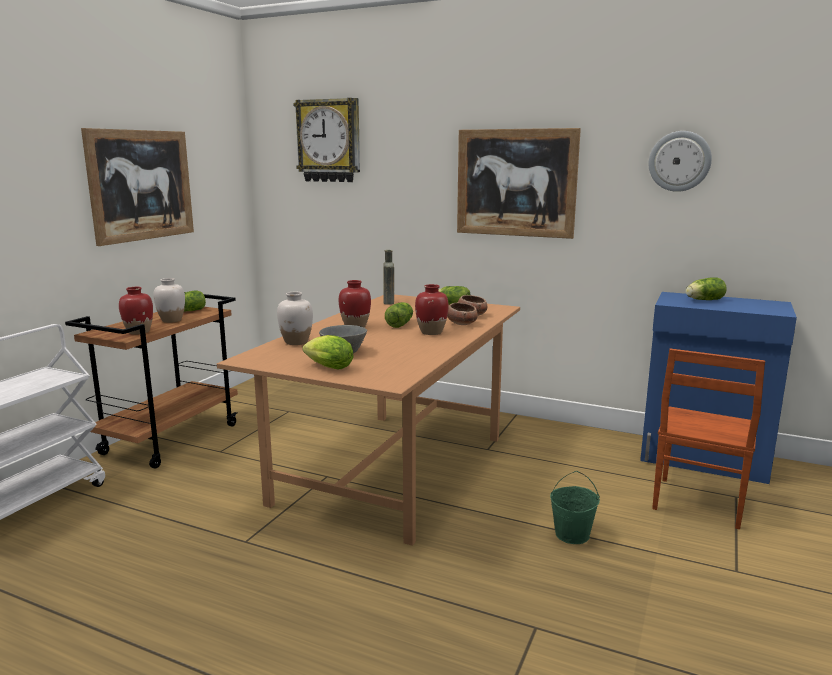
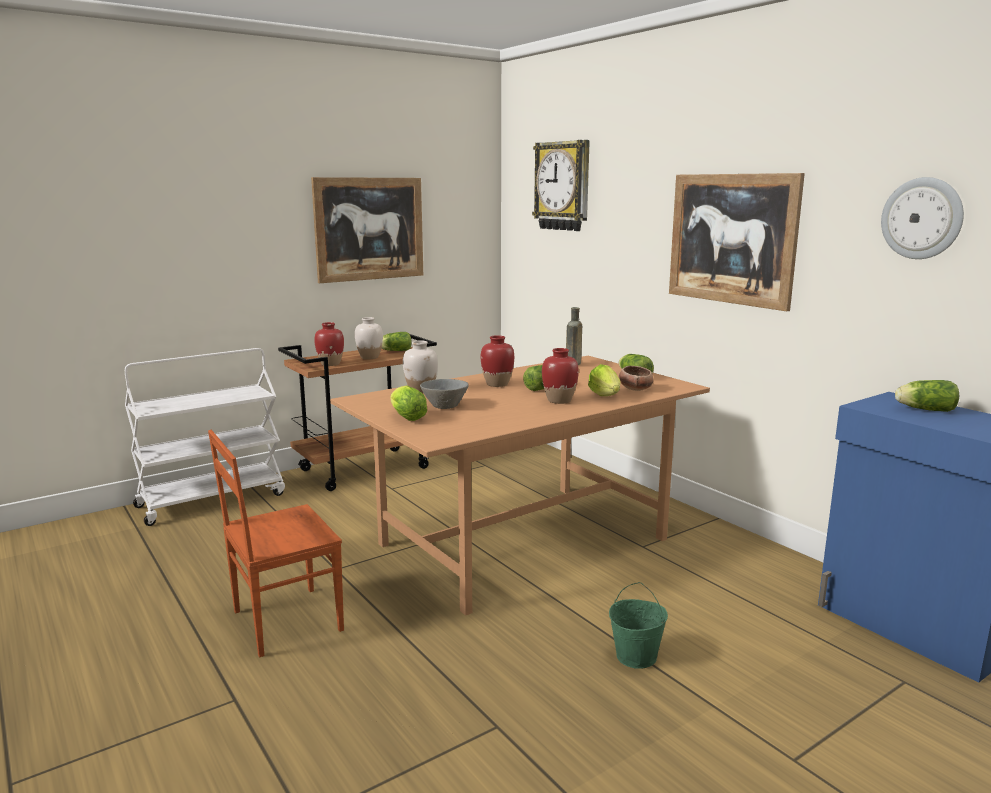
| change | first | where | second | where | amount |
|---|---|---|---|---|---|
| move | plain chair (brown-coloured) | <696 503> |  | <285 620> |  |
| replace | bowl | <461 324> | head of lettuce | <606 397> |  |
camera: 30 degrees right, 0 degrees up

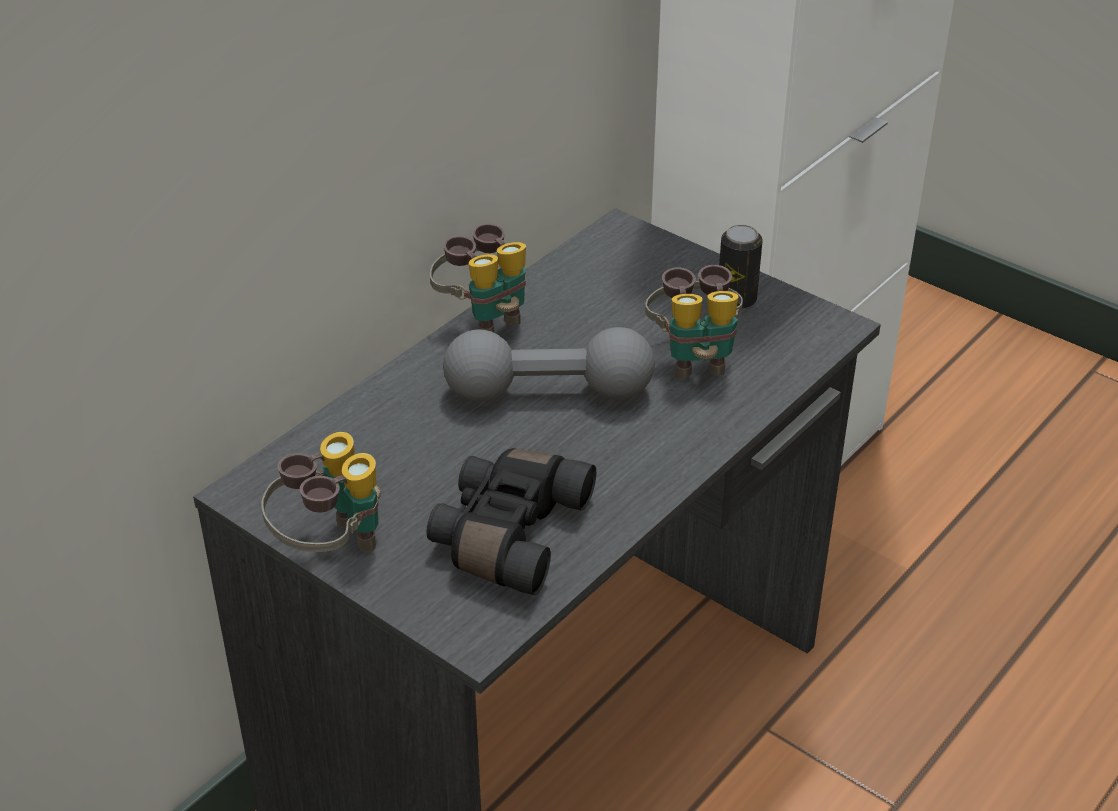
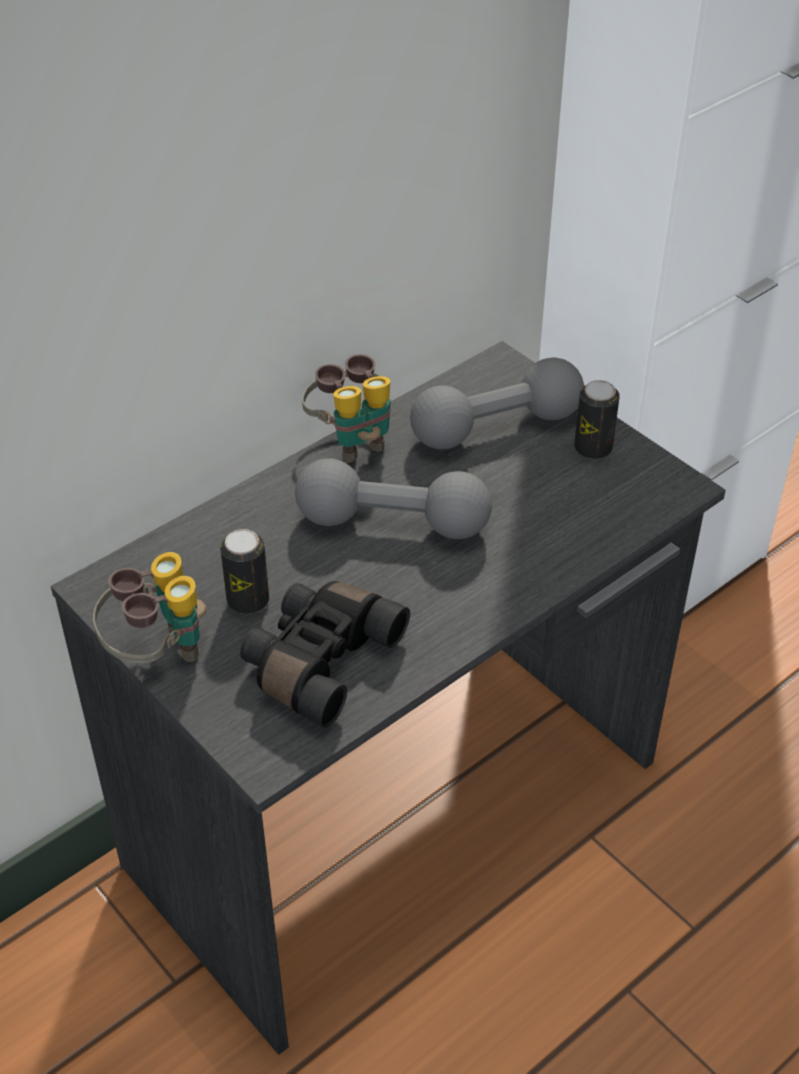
| change | first | where | second | where | amount |
|---|---|---|---|---|---|
| insert |  |  | can | <248 600> |  |
| insert |  |  | dumbbell (grey) | <496 427> |  |
| delete | pair of binoculars | <694 358> |  |  |  |
camera: 10 degrees right, 5 degrees up

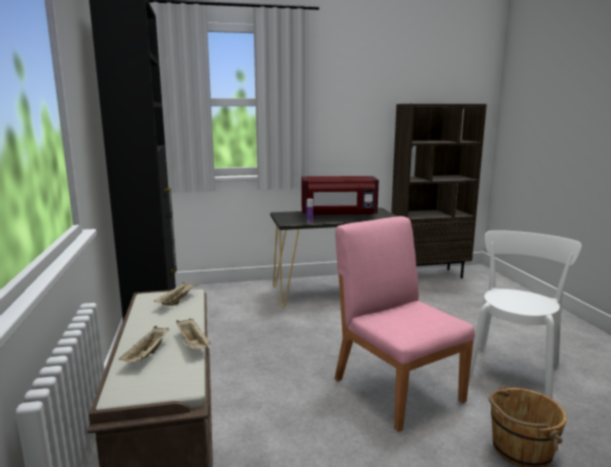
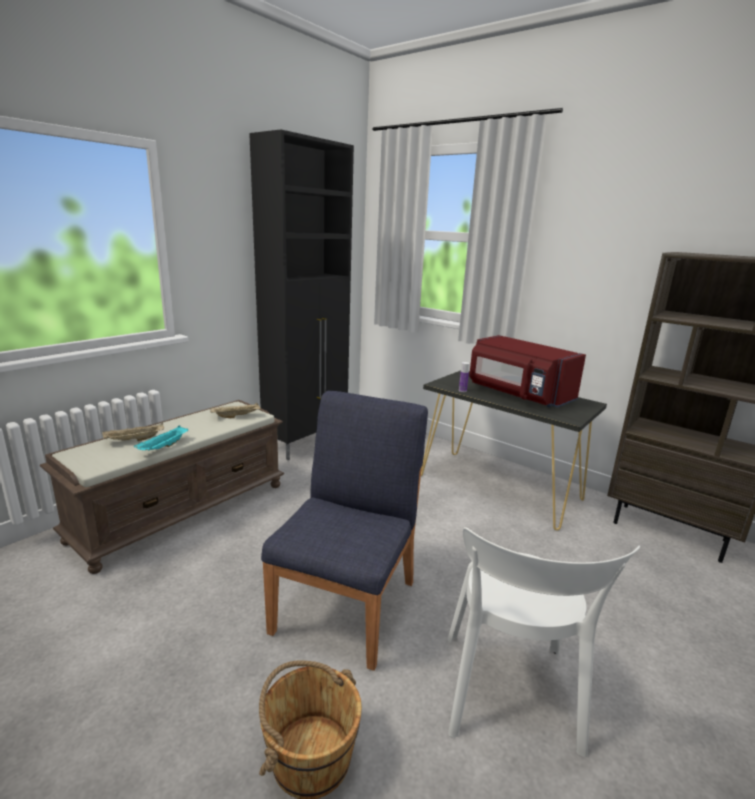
| change | first | where | second | where | amount |
|---|---|---|---|---|---|
| recolor | serving tray (beige) | <193 344> | serving tray (blue-green) | <163 447> |  |
| recolor | plain chair (pinkish) | <397 388> | plain chair (blue-coloured) | <347 604> |  |
| rotate | plain chair (white-coloured) | <513 369> |  | <509 697> | 105 degrees clockwise |
camera: 50 degrees right, 5 degrees up

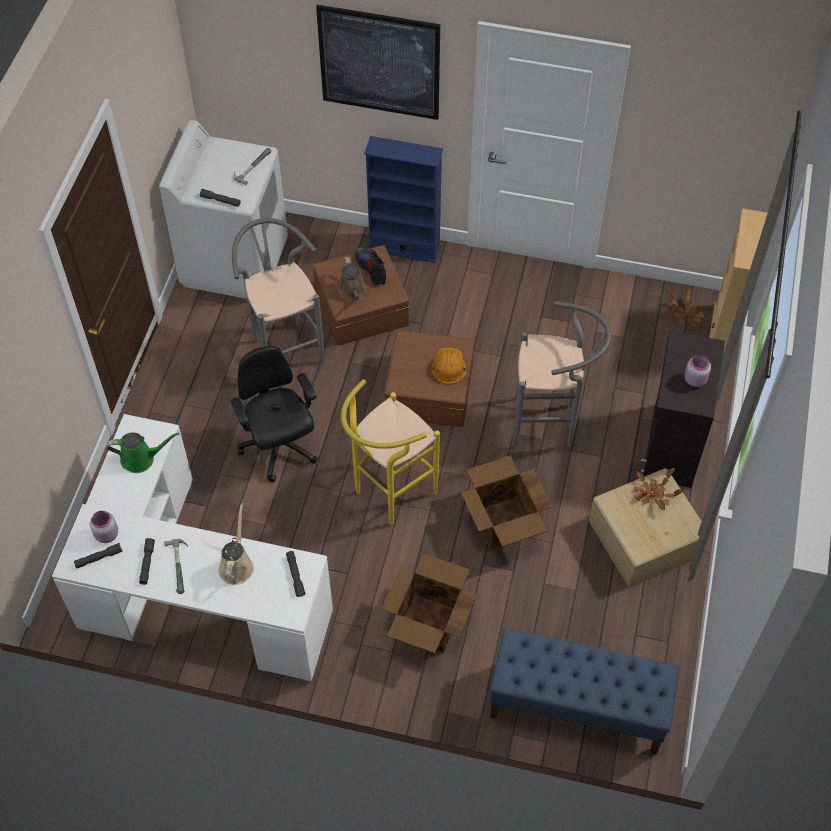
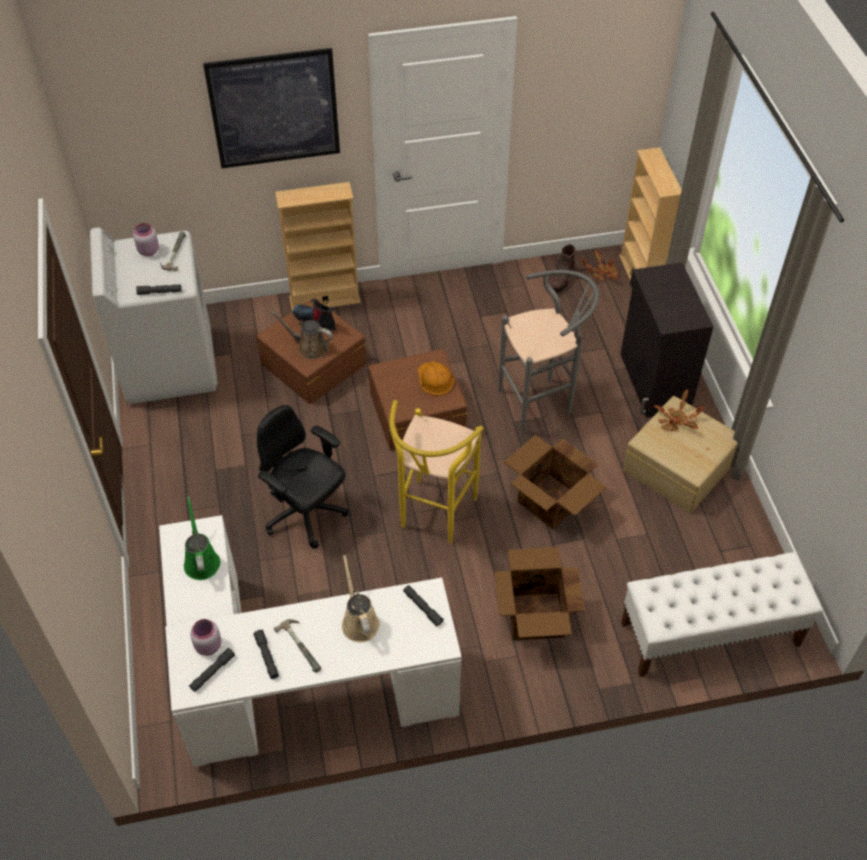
| change | first | where | second | where | amount |
|---|---|---|---|---|---|
| move | jar (pinkish) | <694 379> |  | <148 251> |  |
| rotate | sprinkling can (green-coloured) | <141 458> |  | <201 560> | 75 degrees counterclockwise |
| rotate | sprinkling can (brown-coloured) | <353 293> |  | <309 347> | 150 degrees clockwise |
| recolor | shelving unit (blue-coloured) | <404 247> | shelving unit (beige) | <324 300> |  |
| insert |  |  | boot (brown-coloured) | <560 280> |  |
| recolor | bench (blue-coloured) | <577 707> | bench (white-coloured) | <709 634> |  |
| delete | stool seat (grey) | <284 347> |  |  |  |
camera: 25 degrees left, 5 degrees down

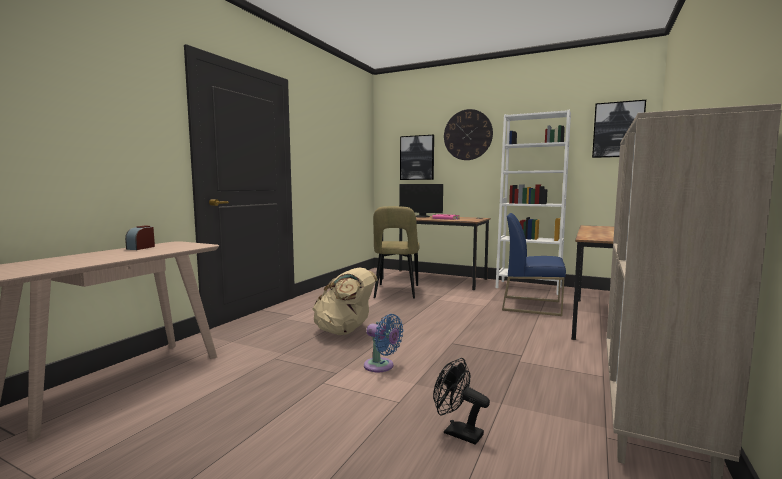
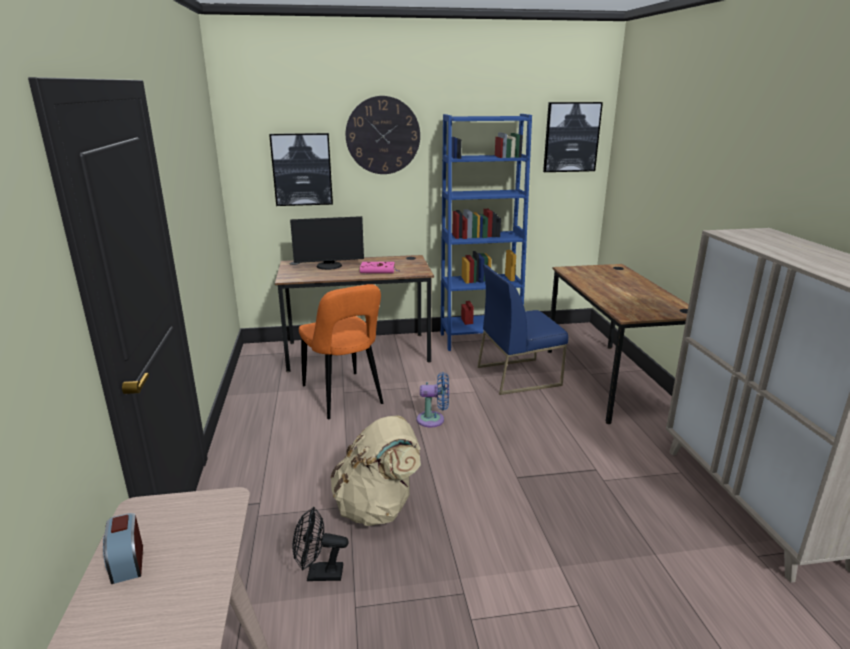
| change | first | where | second | where | amount |
|---|---|---|---|---|---|
| move | fan (black) | <457 432> |  | <319 574> |  |
| recolor | plain chair (beige) | <396 292> | plain chair (orangey) | <344 397> |  |
| move | fan (blue-coloured) | <381 366> |  | <433 420> |  |
| recolor | shelving unit (white-coloured) | <528 287> | shelving unit (blue-coloured) | <480 339> |  |
camera: 35 degrees left, 15 degrees up

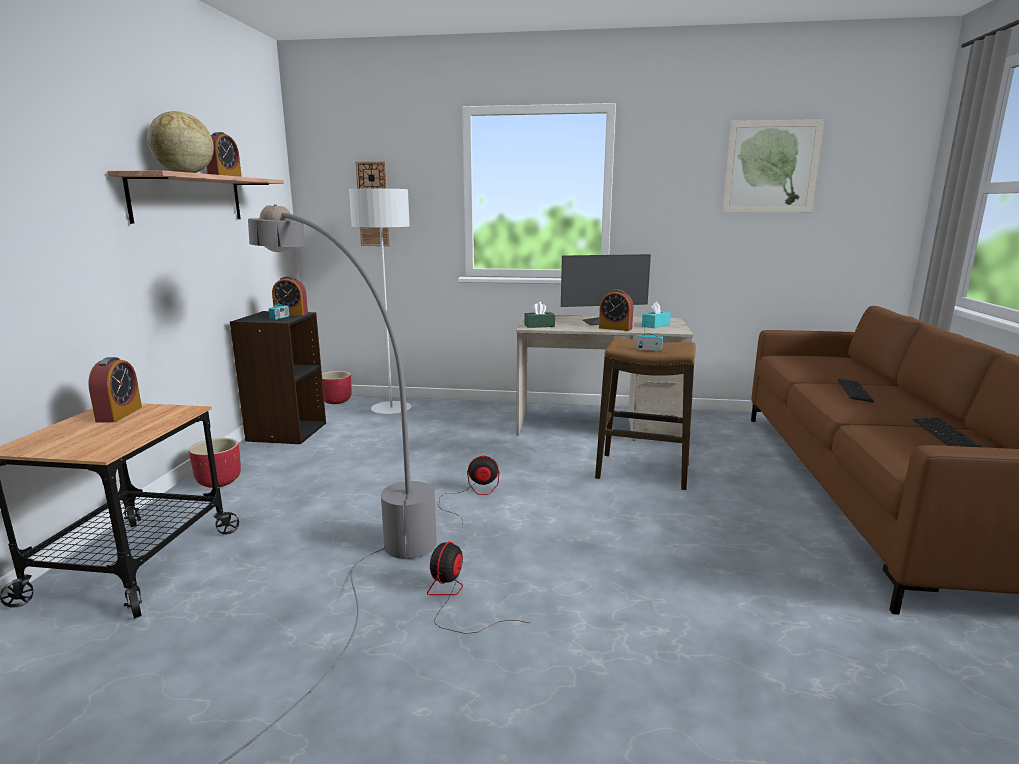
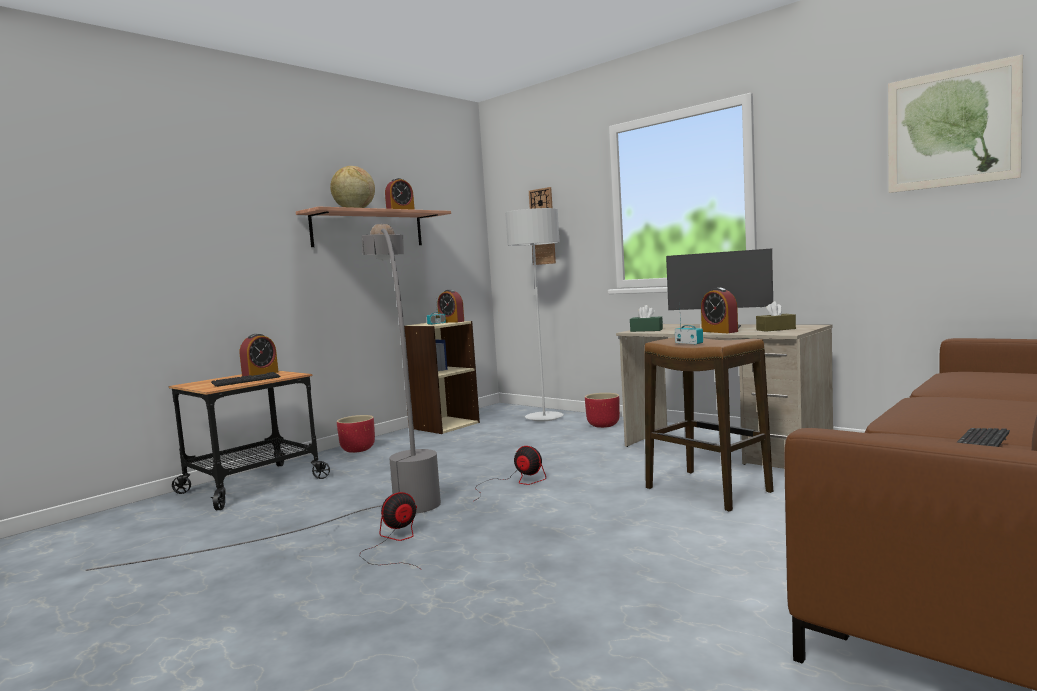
| change | first | where | second | where | amount |
|---|---|---|---|---|---|
| move | keyboard | <854 392> |  | <246 381> |  |
| recolor | shelving unit (black) | <286 432> | shelving unit (beige) | <443 425> |  |
| move | plant pot (red) | <336 401> |  | <603 425> |  |
| recolor | tissue box (blue-green) | <655 325> | tissue box (brown-coloured) | <775 329> |  |
camera: 35 degrees right, 10 degrees down

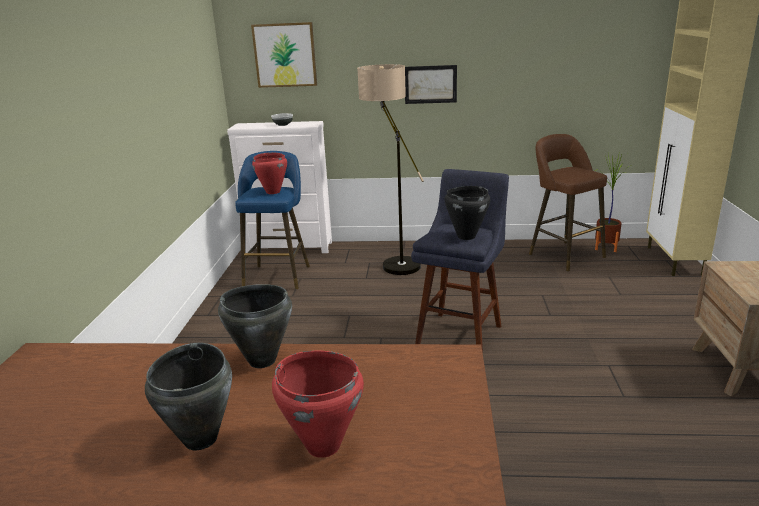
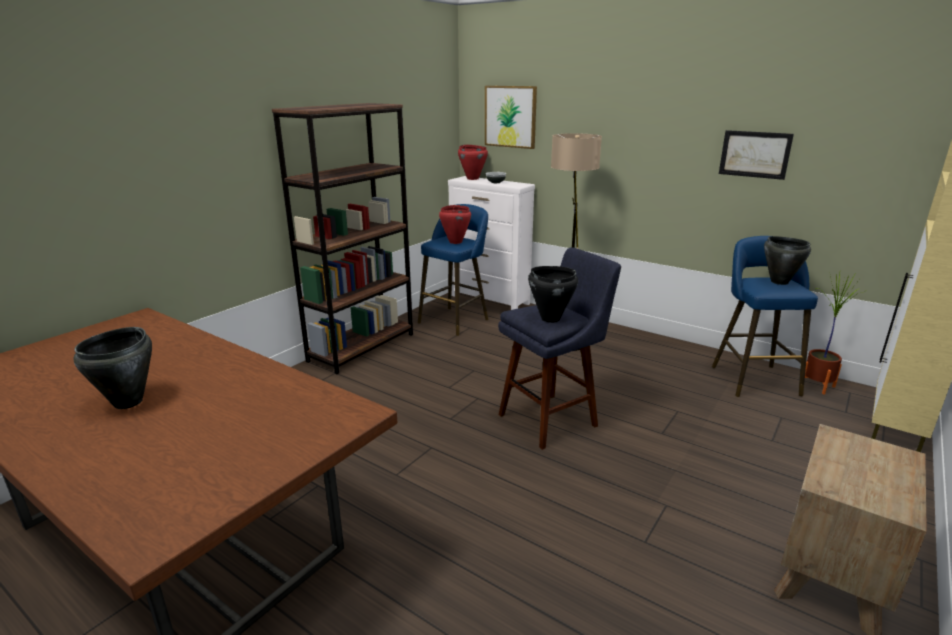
| change | first | where | second | where | amount |
|---|---|---|---|---|---|
| insert |  |  | shelving unit (brown-coloured) | <362 347> |  |
| move | saucepot (red) | <323 445> |  | <472 178> |  |
| recolor | stool seat (brown-coloured) | <563 254> | stool seat (blue-coloured) | <752 378> |  |
| move | wall picture | <430 84> |  | <754 154> |  |
| move | saucepot (black) | <262 360> |  | <779 282> |  |
camera: 30 degrees right, 0 degrees up

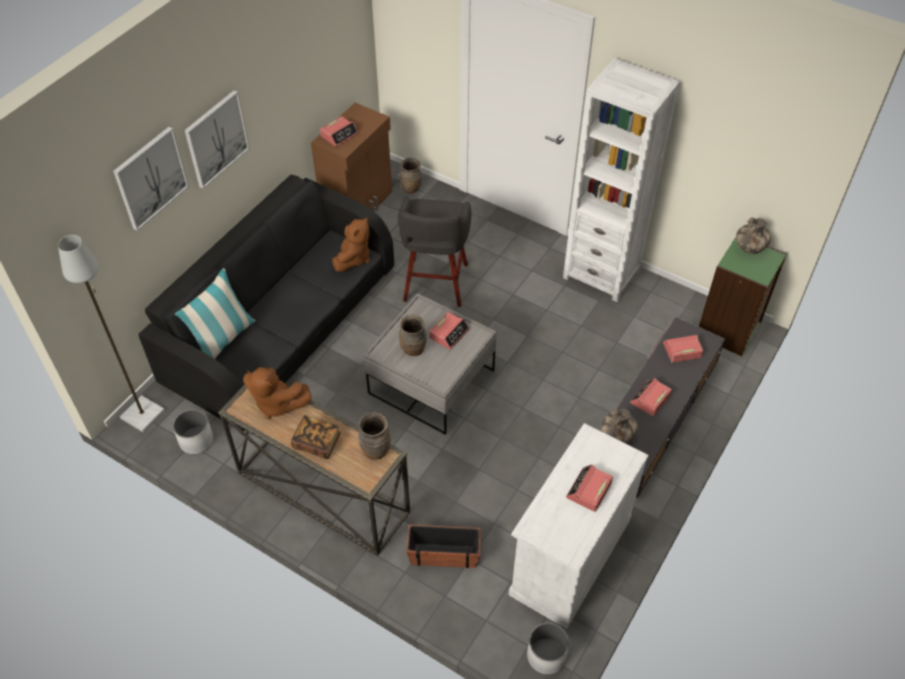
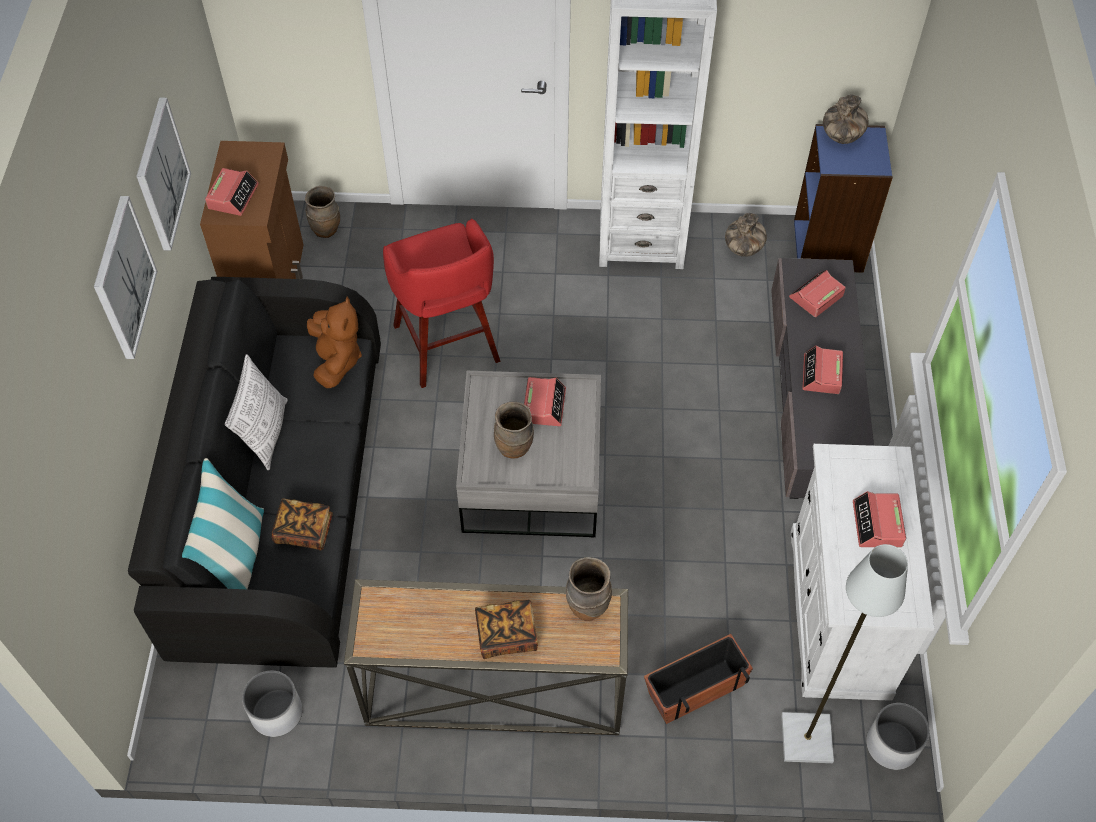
| change | first | where | second | where | amount |
|---|---|---|---|---|---|
| move | wall picture | <150 178> |  | <161 174> |  |
| insert |  |  | pillow | <265 433> |  |
| insert |  |  | book | <304 531> |  |
| recolor | stool seat (grey) | <435 284> | stool seat (red) | <447 346> |  |
| move | flower vase | <617 436> |  | <743 249> |  |
| move | standing lamp (grey) | <142 414> |  | <805 737> |  |
| recolor | shelving unit (green-coloured) | <729 330> | shelving unit (blue-coloured) | <829 246> |  |
| delete | plush toy (brown-coloured) | <276 403> |  |  |  |
camera: 30 degrees left, 5 degrees up

